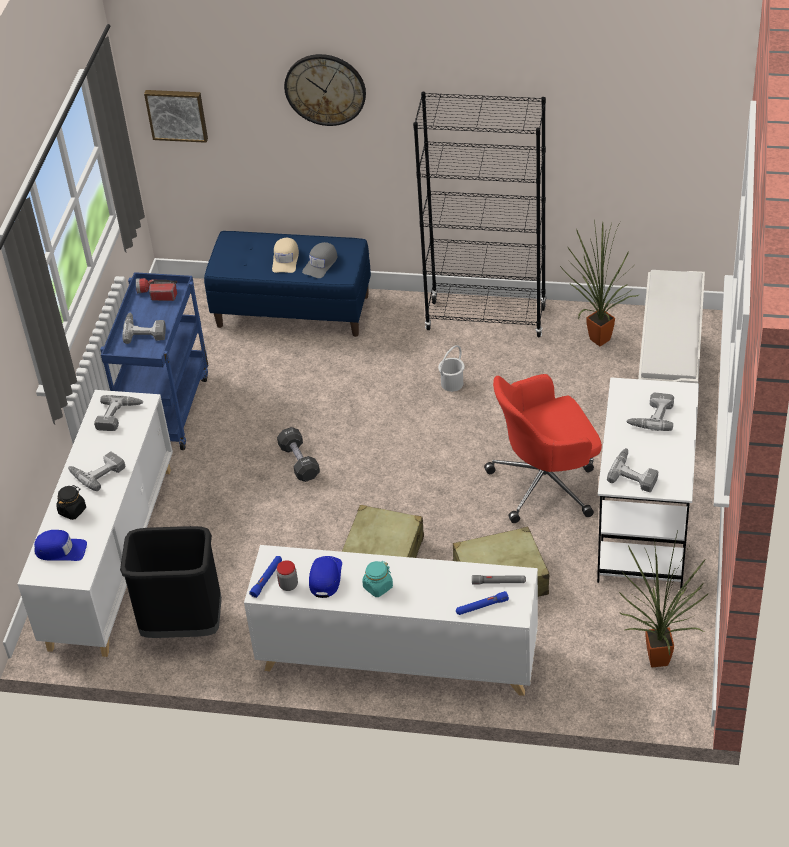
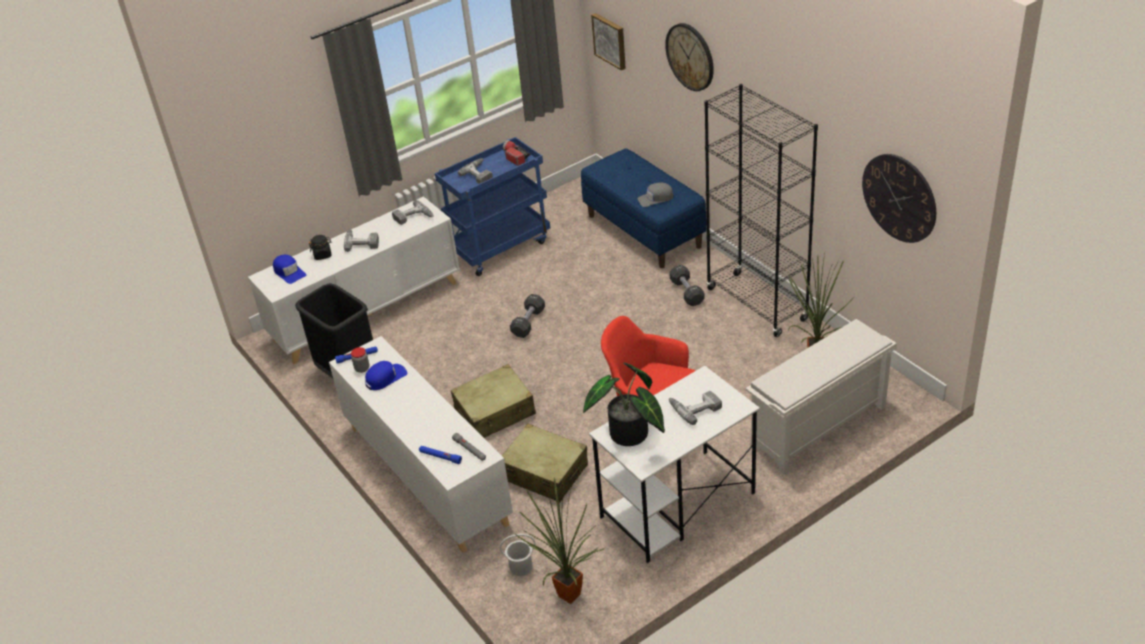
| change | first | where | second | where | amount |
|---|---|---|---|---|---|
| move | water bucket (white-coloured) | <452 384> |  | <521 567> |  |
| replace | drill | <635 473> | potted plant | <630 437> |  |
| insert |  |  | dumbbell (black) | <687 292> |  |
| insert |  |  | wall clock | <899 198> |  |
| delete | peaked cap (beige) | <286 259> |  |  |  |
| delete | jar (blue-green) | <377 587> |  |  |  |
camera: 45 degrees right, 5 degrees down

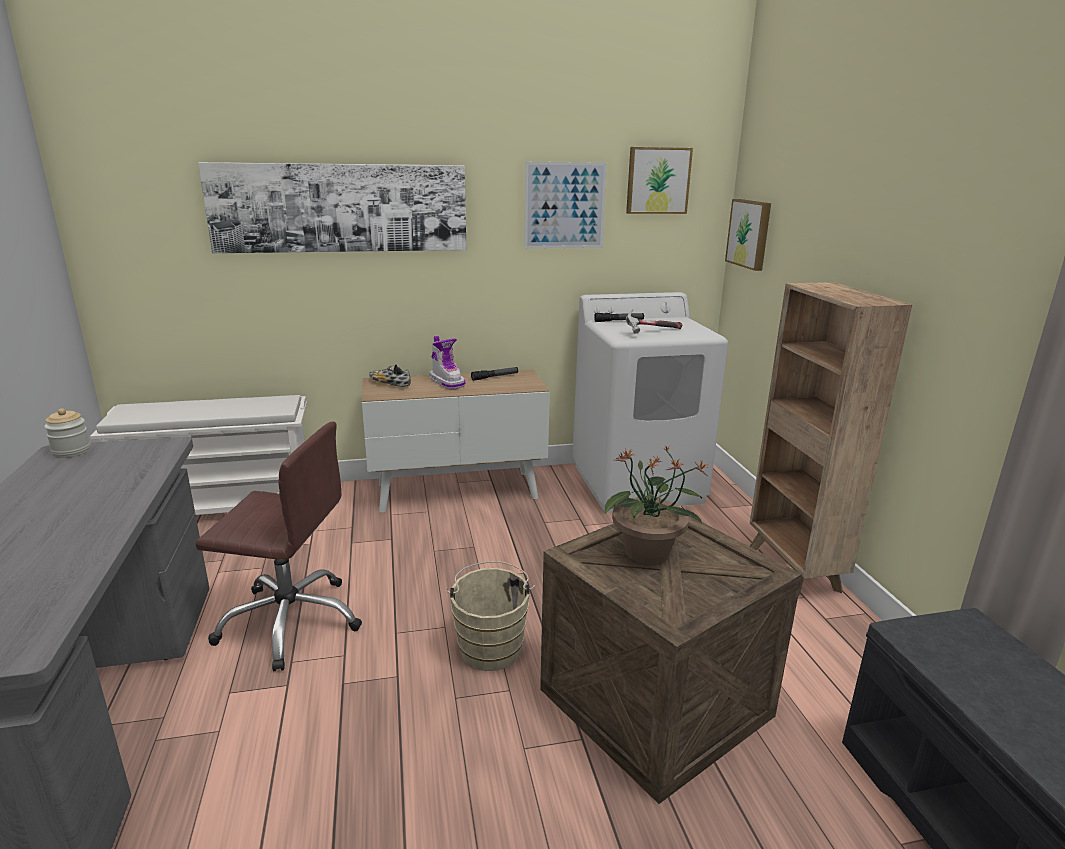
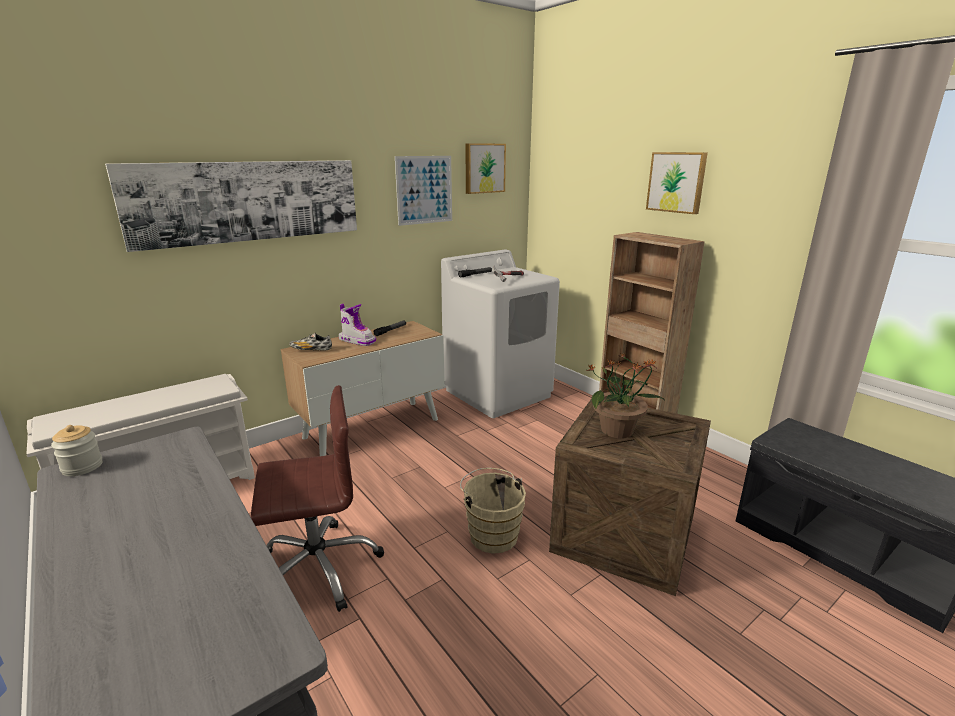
| change | first | where | second | where | amount |
|---|---|---|---|---|---|
| move | wall picture | <750 233> |  | <677 182> |  |
camera: 25 degrees left, 0 degrees up

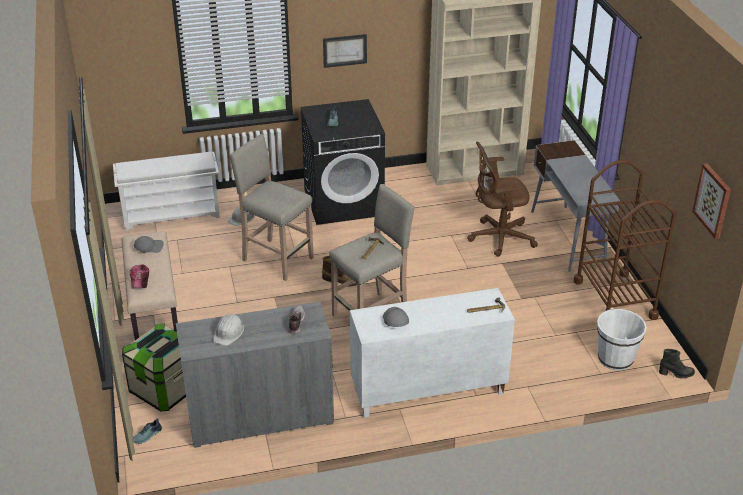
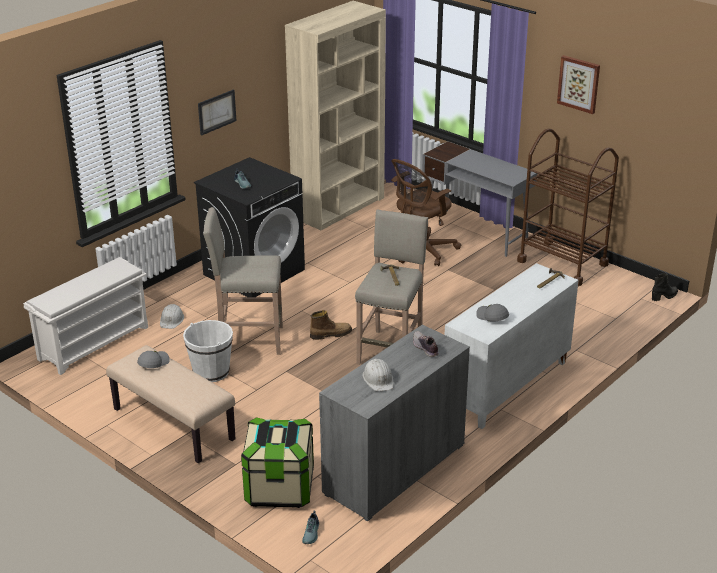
| change | first | where | second | where | amount |
|---|---|---|---|---|---|
| move | water bucket (white-coloured) | <615 358> |  | <211 372> |  |
| move | wall picture | <713 200> |  | <579 84> |  |
| delete | peaked cap | <140 279> |  |  |  |
camera: 35 degrees left, 5 degrees down

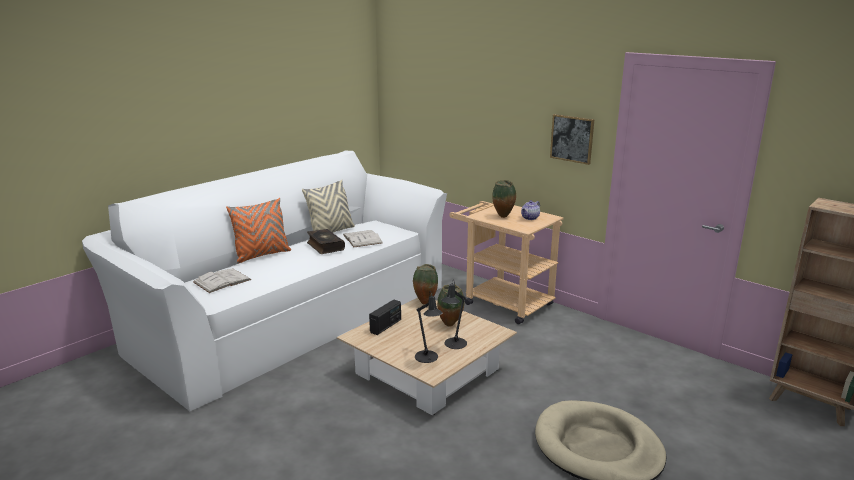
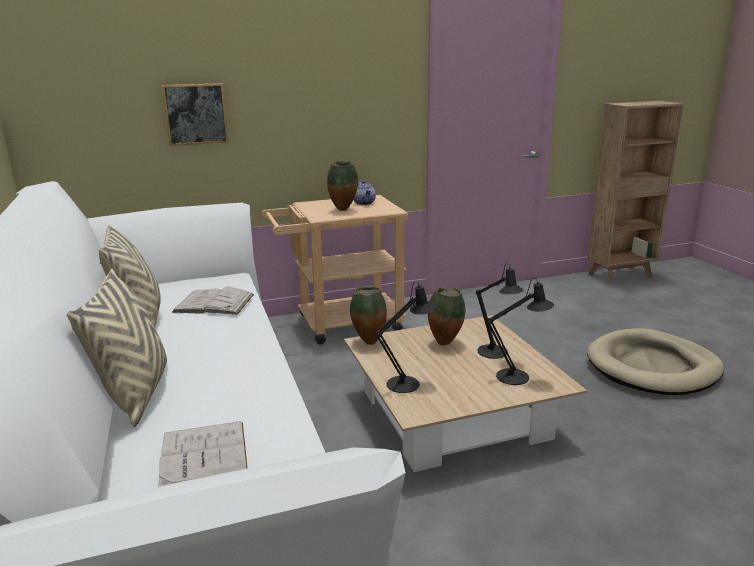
| change | first | where | second | where | amount |
|---|---|---|---|---|---|
| recolor | pillow (orangey) | <262 255> | pillow (beige) | <135 394> |  |
| move | wall picture | <572 138> |  | <195 114> |  |
| replace | radio set | <386 326> | lamp for a table (black) | <407 383> |  |
| delete | book | <325 246> |  |  |  |
camera: 60 degrees left, 0 degrees up

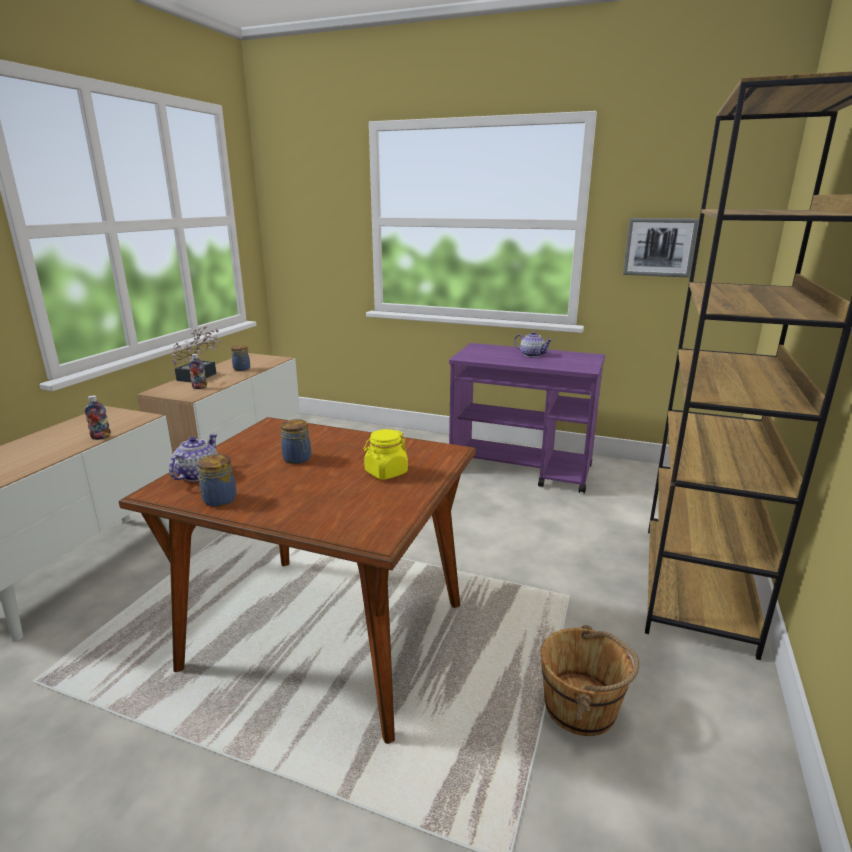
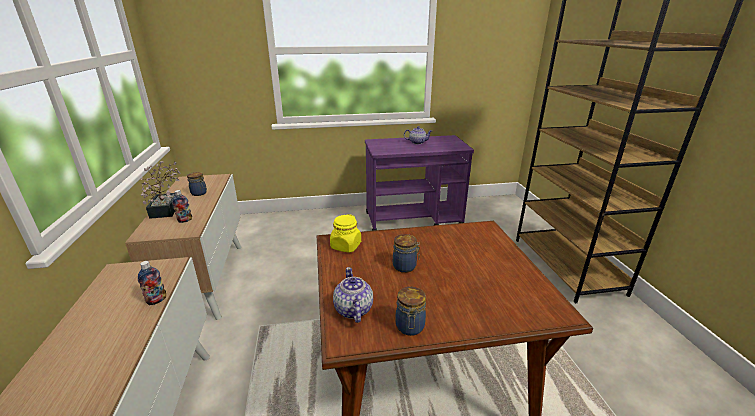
| change | first | where | second | where | amount |
|---|---|---|---|---|---|
| move | jar (yellow-coloured) | <386 472> |  | <346 246> |  |
| delete | water bucket (brown-coloured) | <581 707> |  |  |  |
| delete | wall picture | <659 247> |  |  |  |
camera: 30 degrees left, 5 degrees up

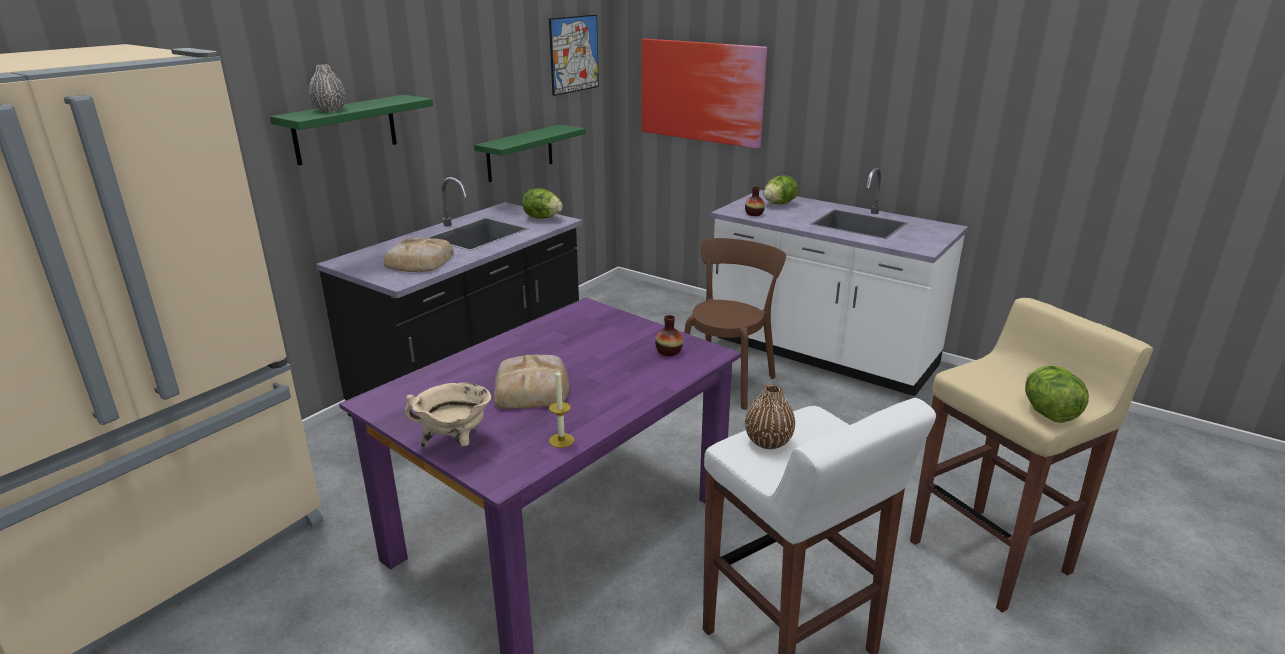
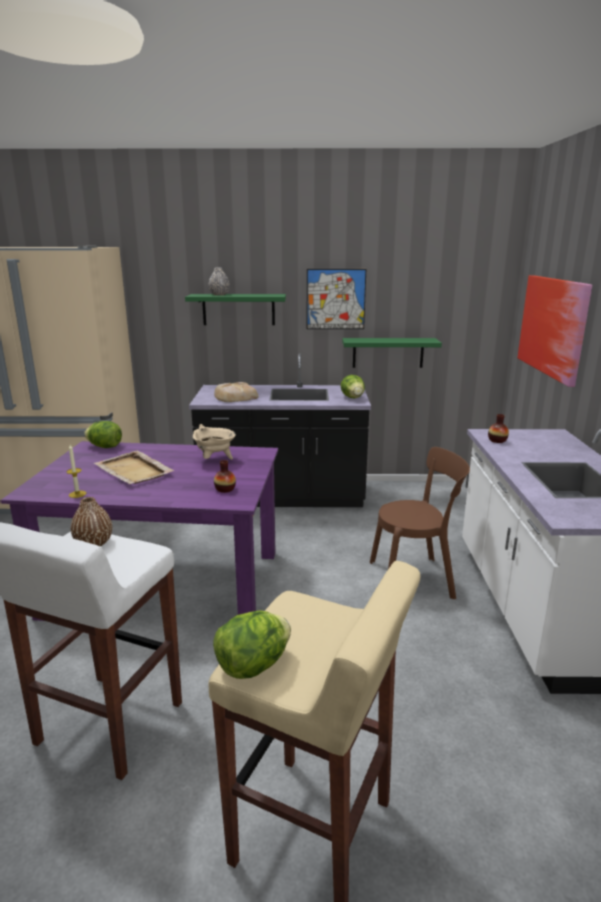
| change | first | where | second | where | amount |
|---|---|---|---|---|---|
| move | head of lettuce | <779 204> |  | <105 447> |  |
| replace | baked bread | <532 388> | serving tray (beige) | <134 470> |  |
| move | saucepot (beige) | <455 443> |  | <215 460> |  |
| move | wall picture | <574 54> |  | <335 299> |  |
camera: 55 degrees right, 5 degrees down

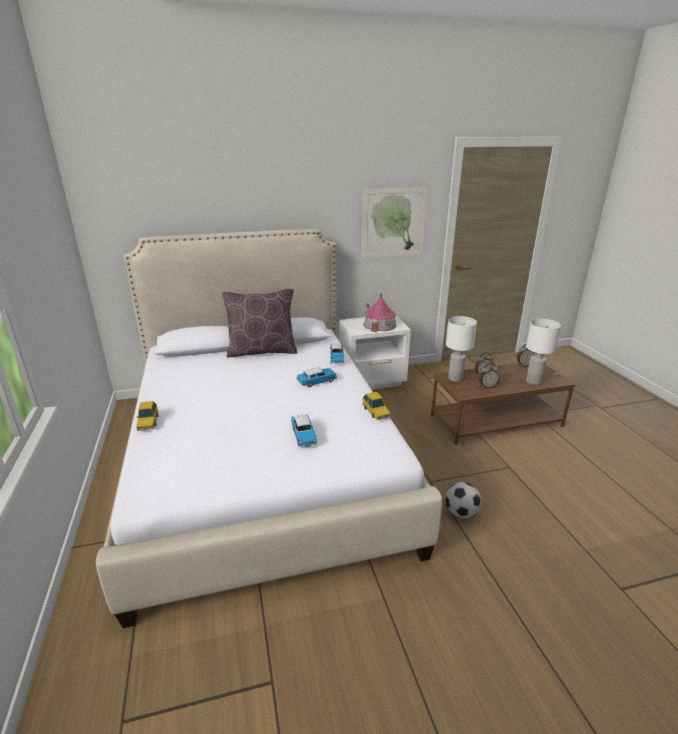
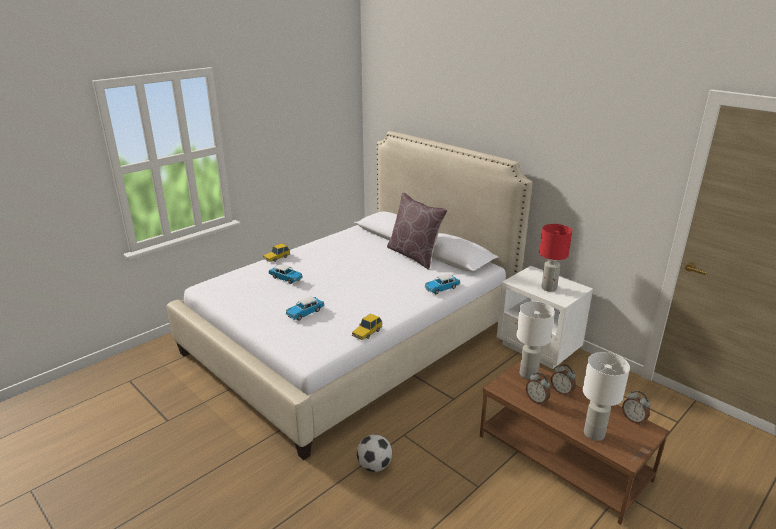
| change | first | where | second | where | amount |
|---|---|---|---|---|---|
| move | model car | <317 381> |  | <286 278> |  |
| replace | miniature house | <379 325> | lamp for a table (red) | <549 288> |  |
| delete | wall picture | <393 223> |  |  |  |
camera: 60 degrees right, 0 degrees up

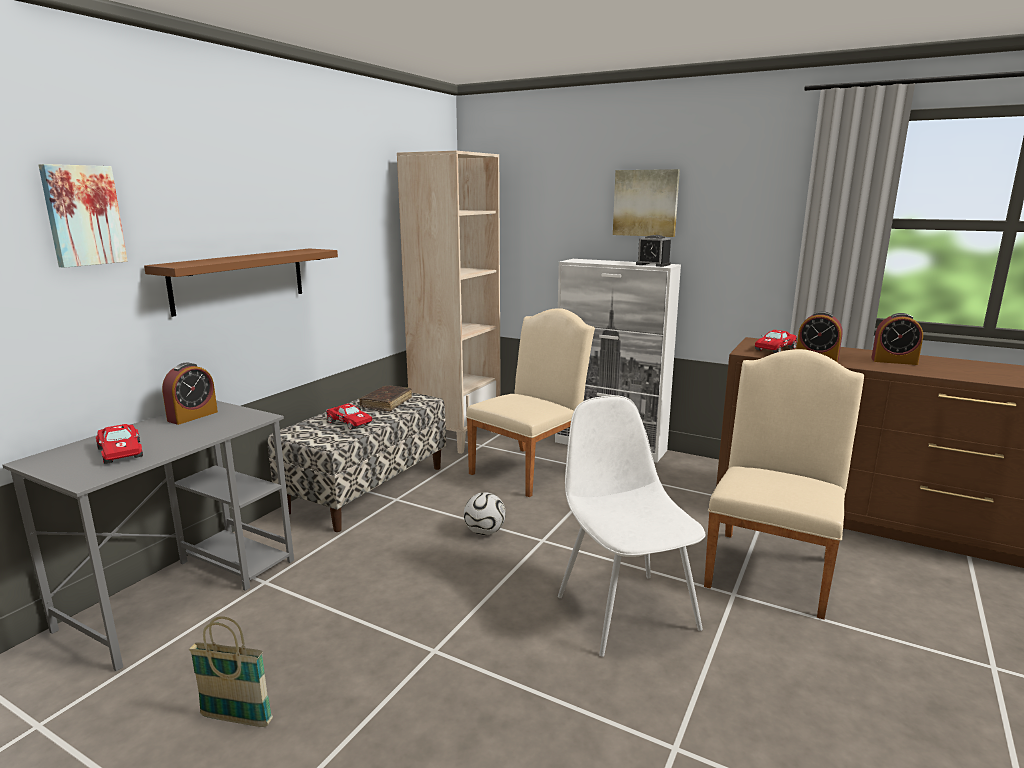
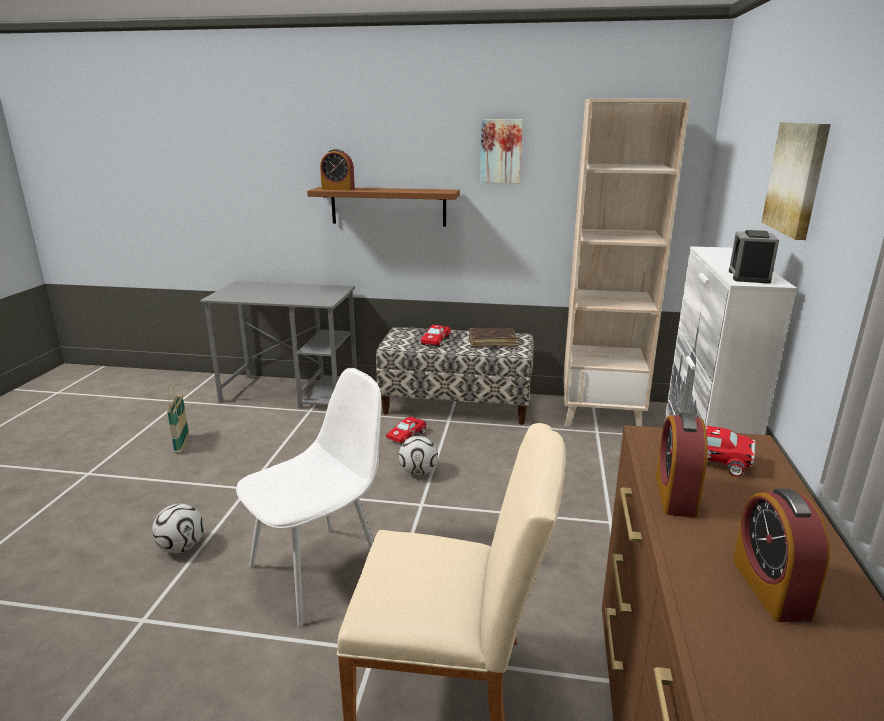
| change | first | where | second | where | amount |
|---|---|---|---|---|---|
| insert |  |  | ball for football | <182 547> |  |
| move | table clock | <193 416> |  | <338 189> |  |
| move | model car (red) | <121 451> |  | <407 435> |  |
| move | wall picture | <82 215> |  | <501 151> |  |
| delete | plain chair (beige) | <531 469> |  |  |  |
camera: 70 degrees right, 5 degrees up

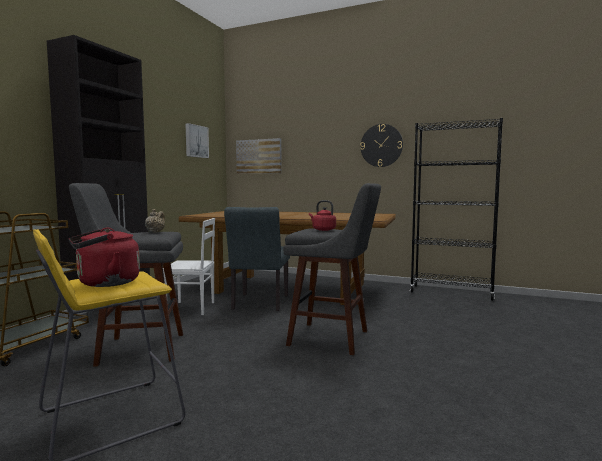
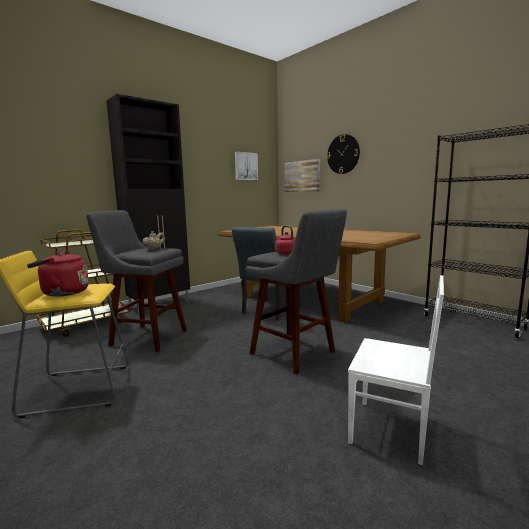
| change | first | where | second | where | amount |
|---|---|---|---|---|---|
| move | wall clock | <381 145> |  | <343 154> |  |
| move | plain chair (white-coloured) | <191 308> |  | <390 431> |  |
camera: 25 degrees right, 5 degrees up

